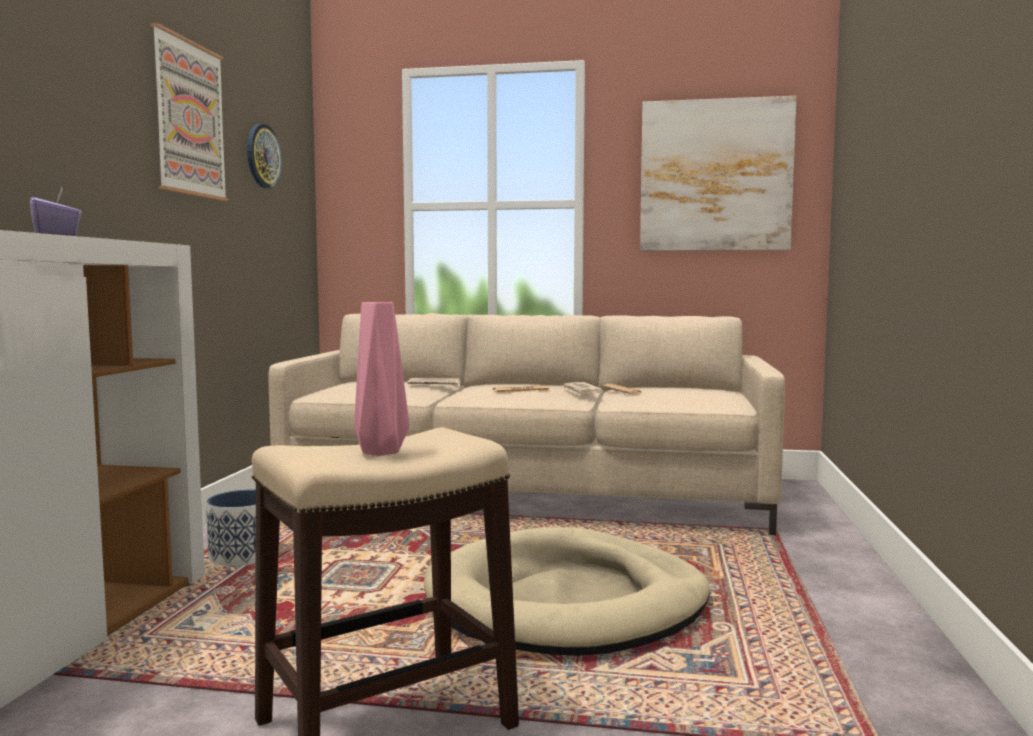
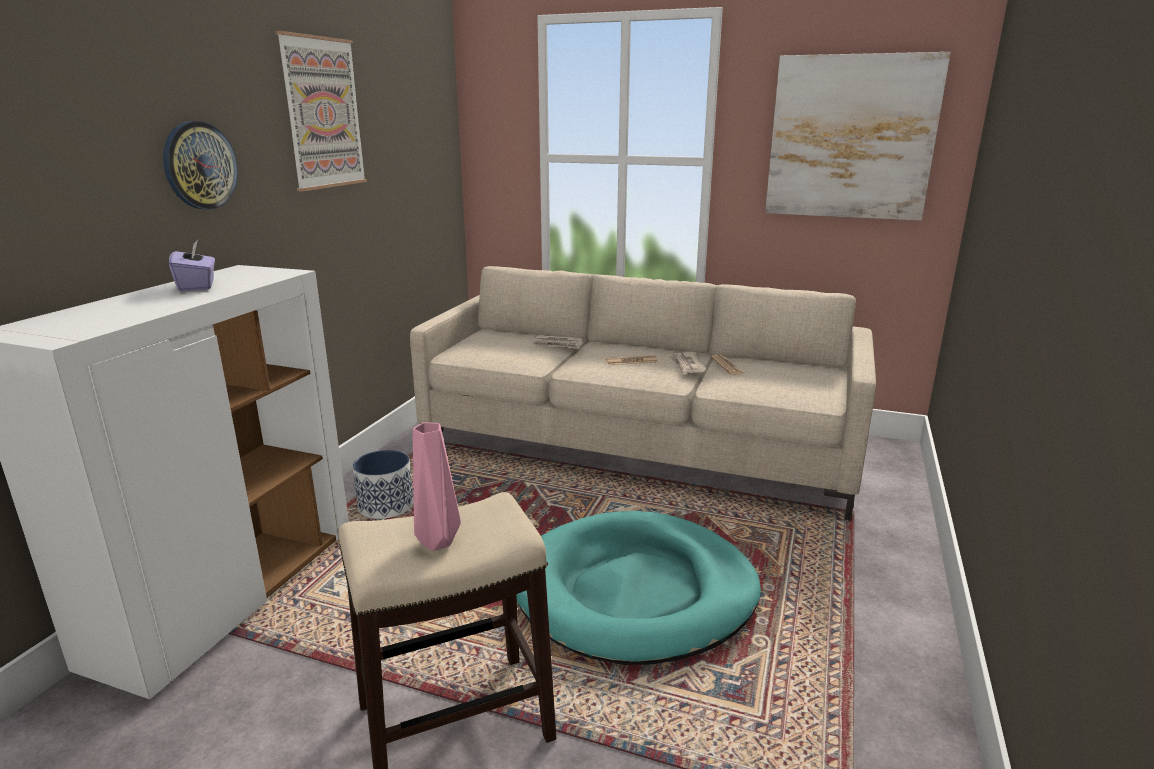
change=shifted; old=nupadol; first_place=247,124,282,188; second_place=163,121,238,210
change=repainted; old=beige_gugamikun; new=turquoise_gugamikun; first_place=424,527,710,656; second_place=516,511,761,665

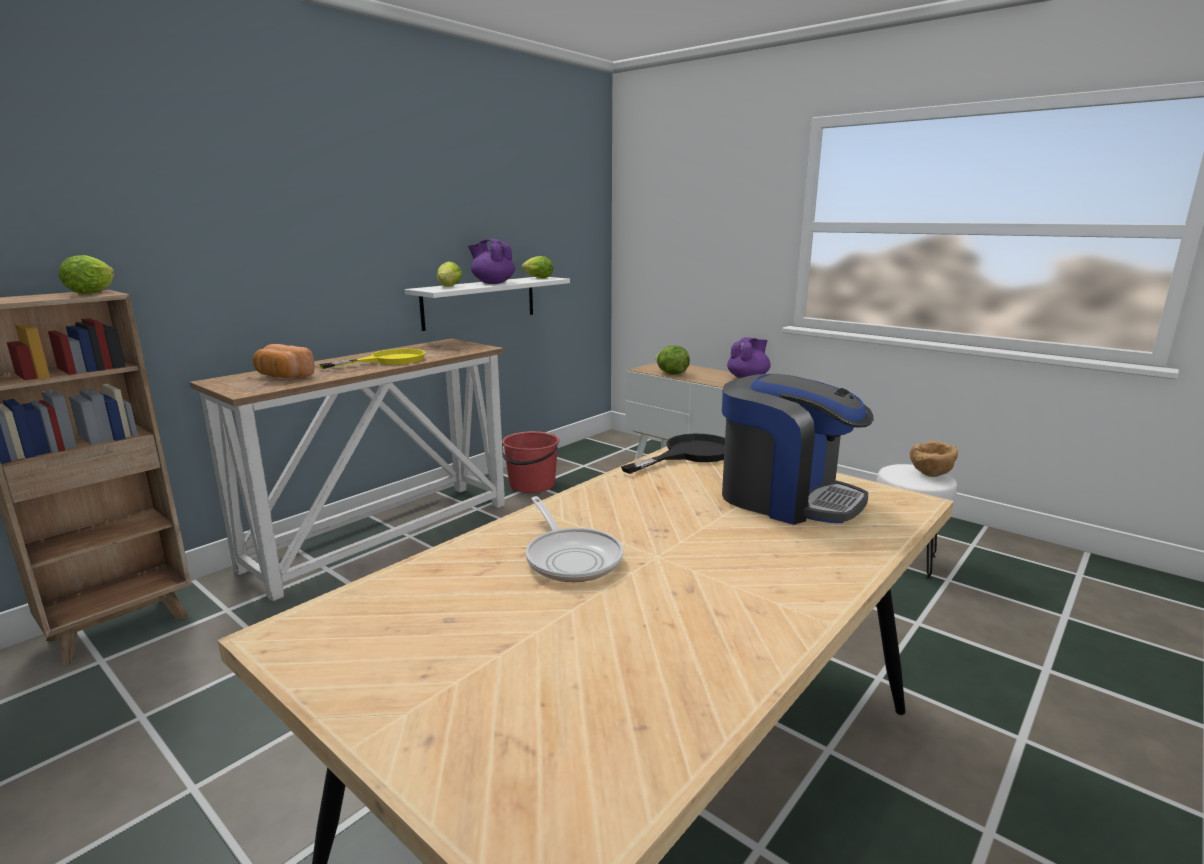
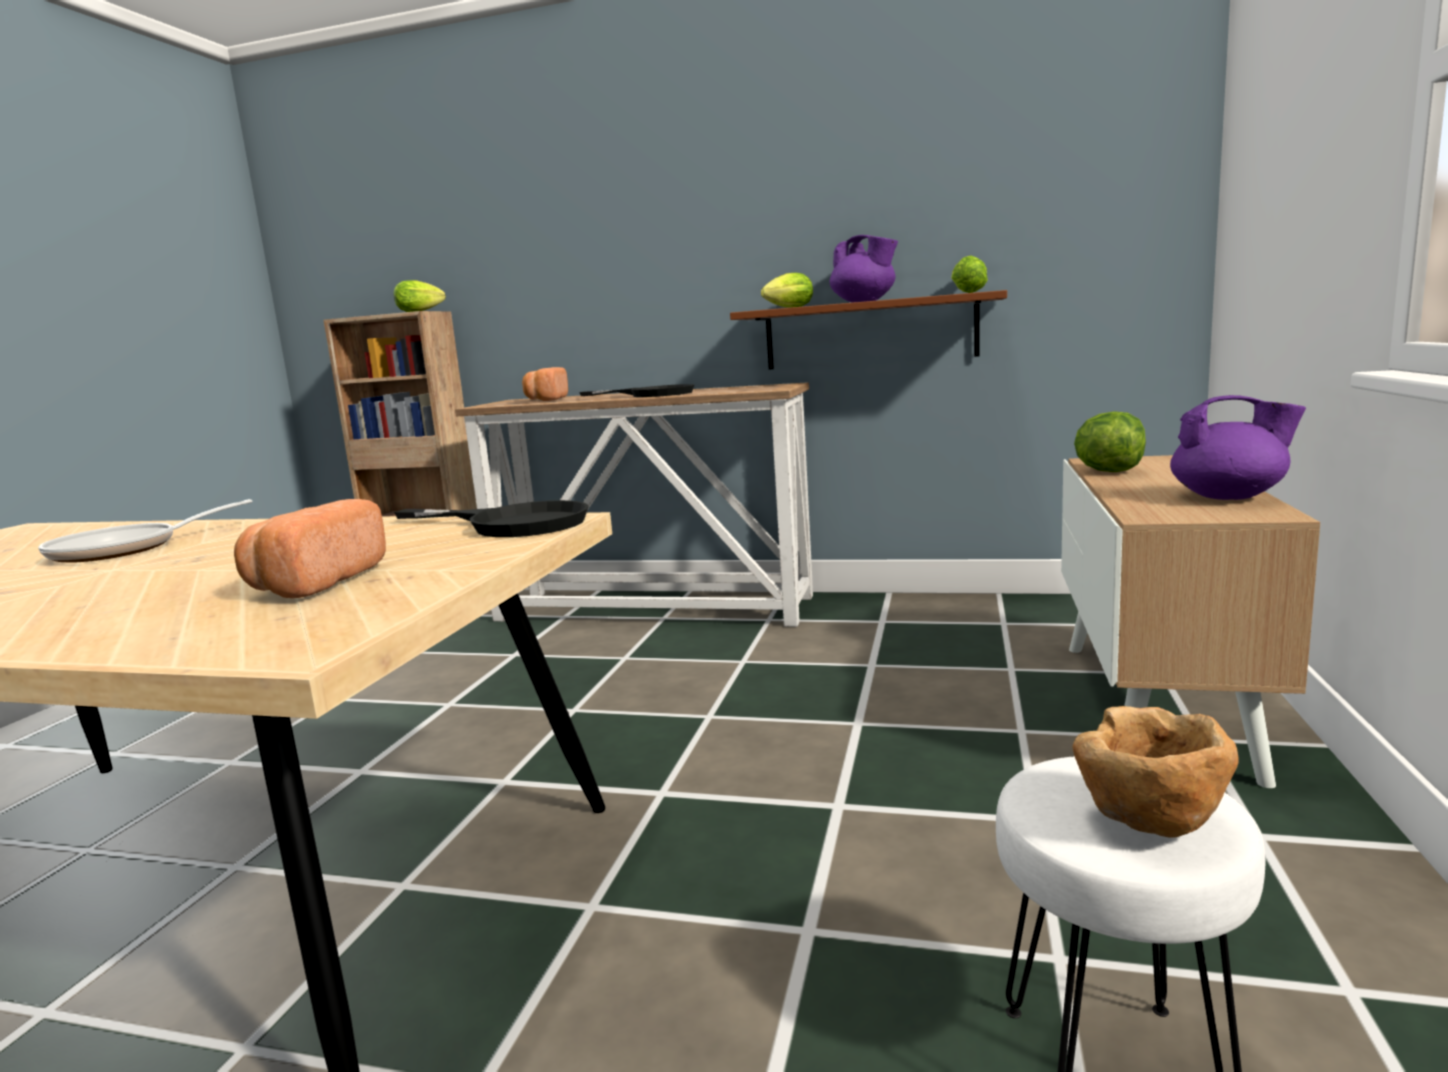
change=swapped; old=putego; new=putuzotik; first_place=722,374,874,525; second_place=234,499,386,598
change=repainted; old=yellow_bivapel; new=black_bivapel; first_place=319,349,425,369; second_place=579,384,694,397
change=repainted; old=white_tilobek; new=brown_tilobek; first_place=405,277,570,331; second_place=730,290,1007,370
change=rotated; old=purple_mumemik; first_place=468,239,515,284; second_place=830,235,898,303; degrees=135
change=gone; old=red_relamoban; first_place=502,431,560,493

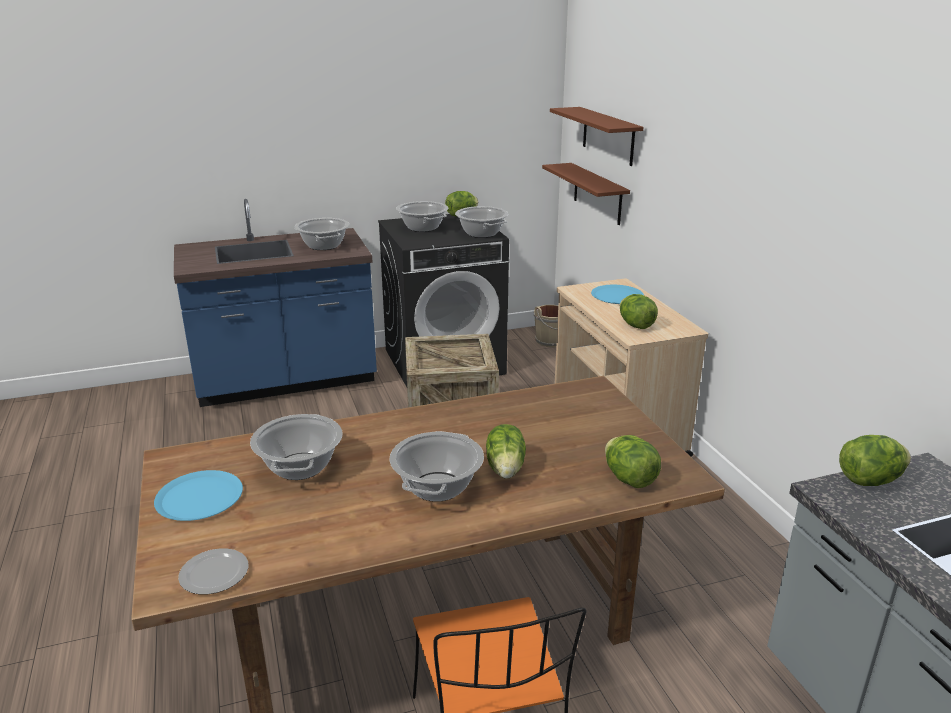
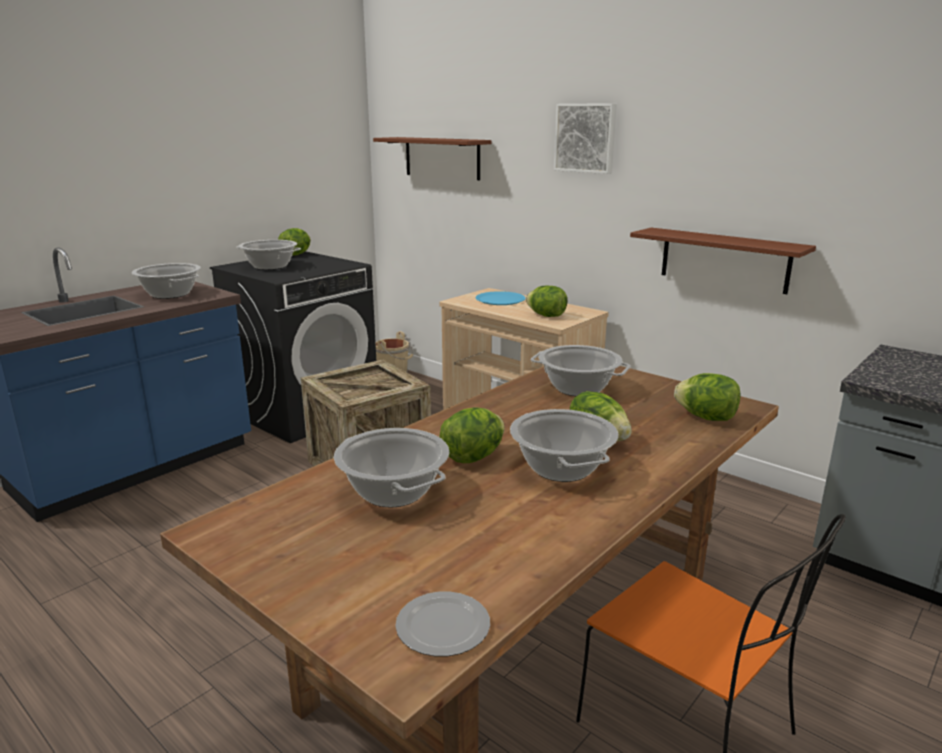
change=shifted; old=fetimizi; first_place=839,435,911,486; second_place=440,407,505,463
change=shifted; old=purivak; first_place=455,206,508,238; second_place=530,345,631,396
change=new; new=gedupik; second_place=554,103,617,174
change=shifted; old=brown_tilobek; first_place=542,163,630,225; second_place=630,228,816,294
change=gone; old=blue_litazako; first_place=154,470,243,521

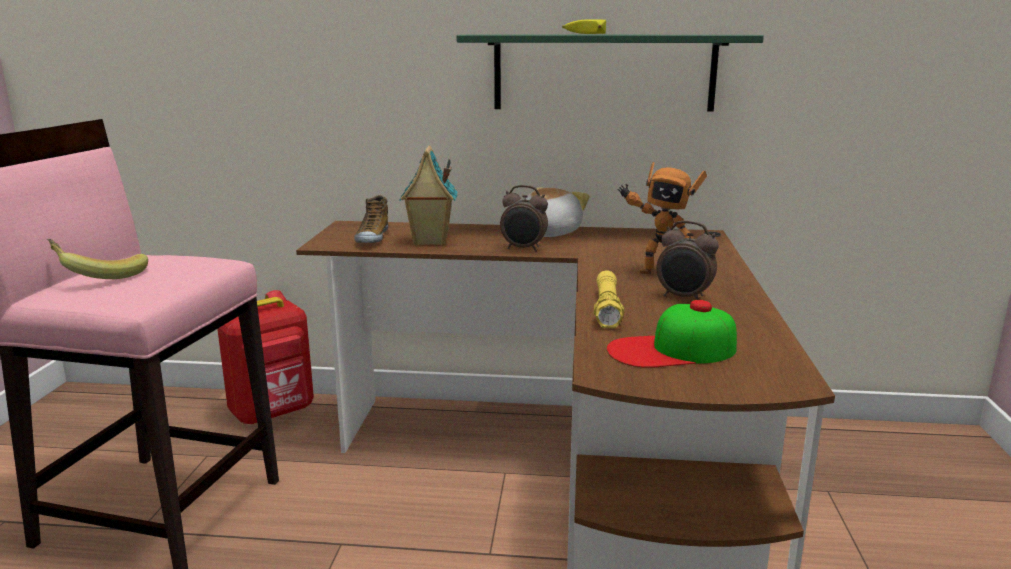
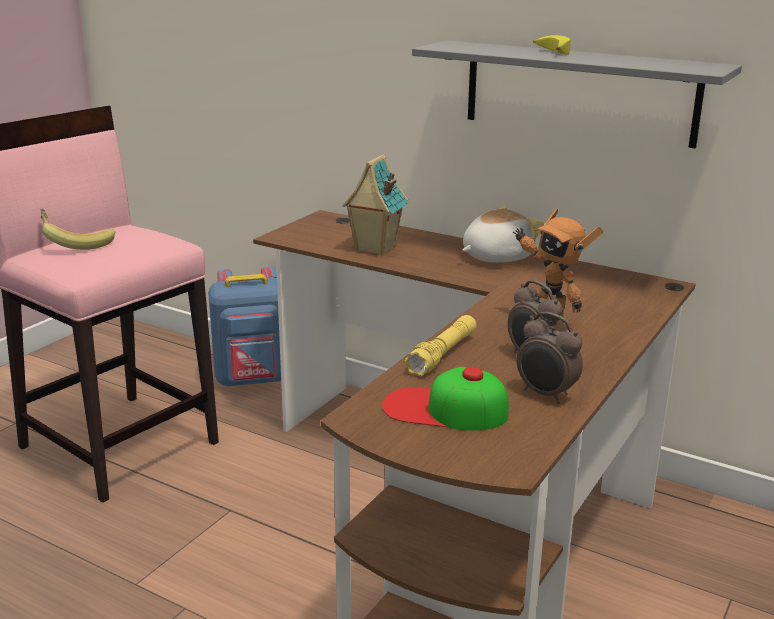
change=repainted; old=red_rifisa; new=blue_rifisa; first_place=217,290,314,425; second_place=208,266,281,387
change=repainted; old=green_tilobek; new=grey_tilobek; first_place=457,35,764,111; second_place=412,40,742,148
change=shifted; old=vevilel; first_place=500,185,548,252; second_place=517,312,583,404
change=gone; old=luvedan; first_place=354,195,388,243

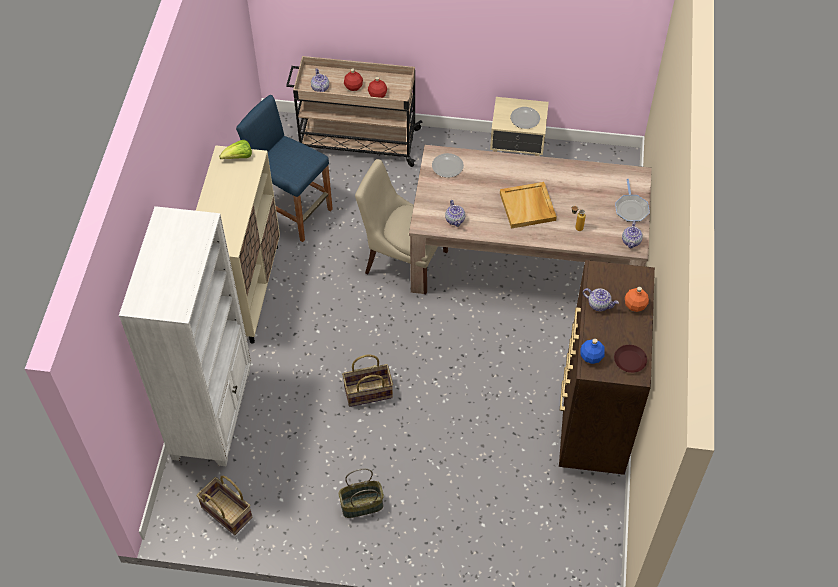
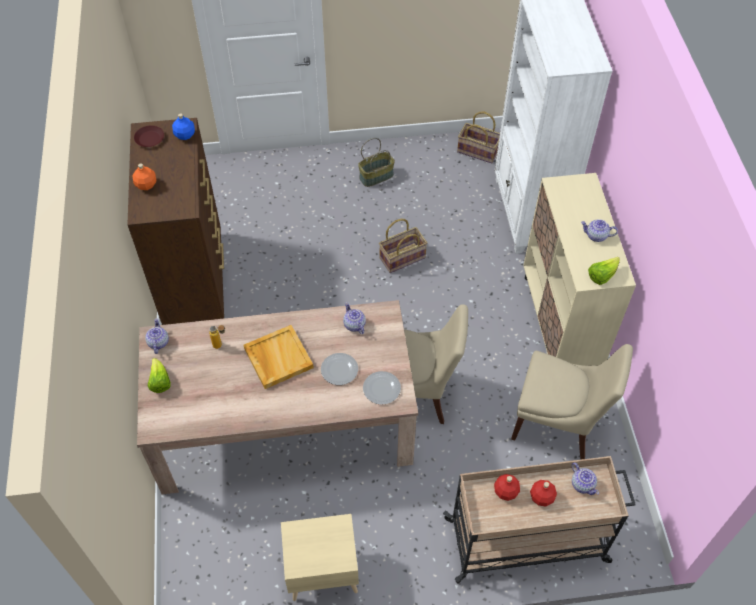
change=swapped; old=bivapel; new=fetimizi; first_place=615,179,650,222; second_place=148,358,171,393
change=shifted; old=litazako; first_place=510,107,540,129; second_place=321,353,358,385
change=swapped; old=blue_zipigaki; new=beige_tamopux; first_place=236,95,333,242; second_place=511,344,633,460
change=shifted; old=mumemik; first_place=583,288,619,311; second_place=581,219,618,242

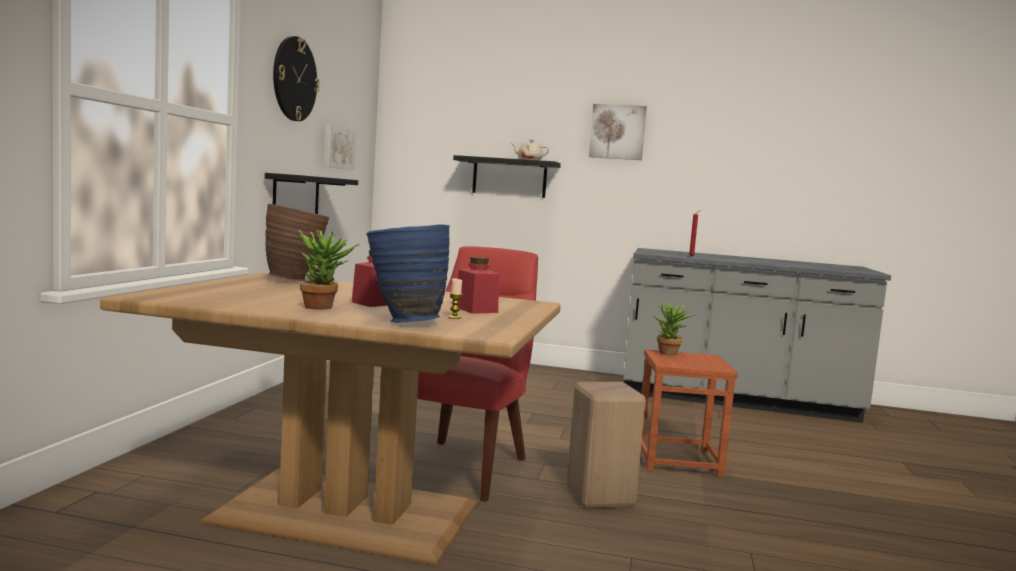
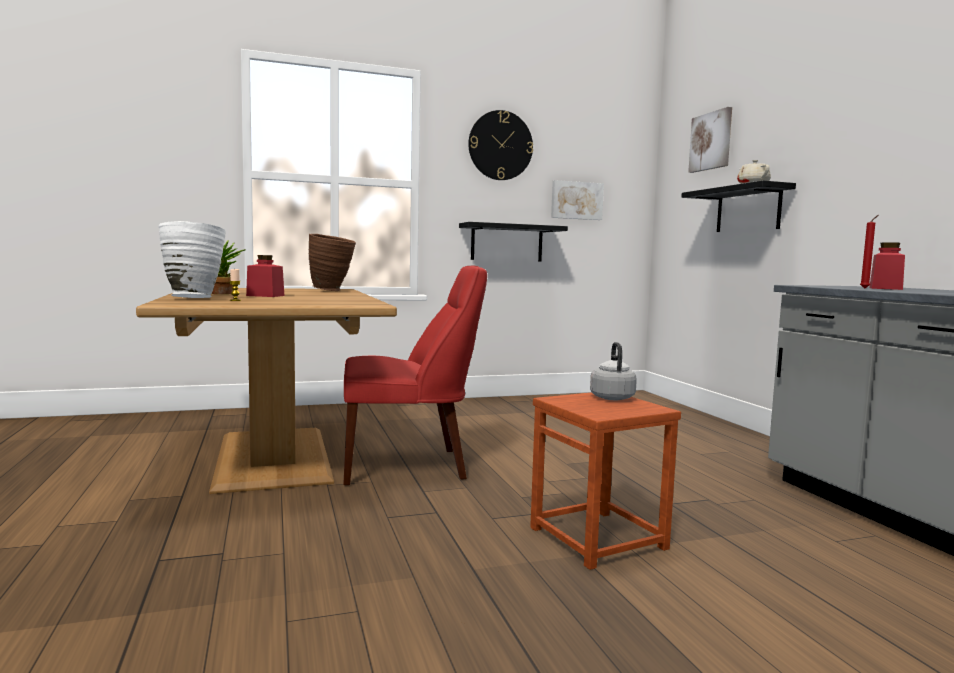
change=repainted; old=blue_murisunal; new=white_murisunal; first_place=366,224,450,323; second_place=159,221,225,298
change=swapped; old=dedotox; new=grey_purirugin; first_place=654,300,696,355; second_place=590,342,637,400
change=shifted; old=gedupik; first_place=589,104,647,160; second_place=688,107,732,173
change=shifted; old=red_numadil; first_place=458,257,499,314; second_place=869,242,905,290
change=gone; old=beige_zipigaki; first_place=567,382,646,508

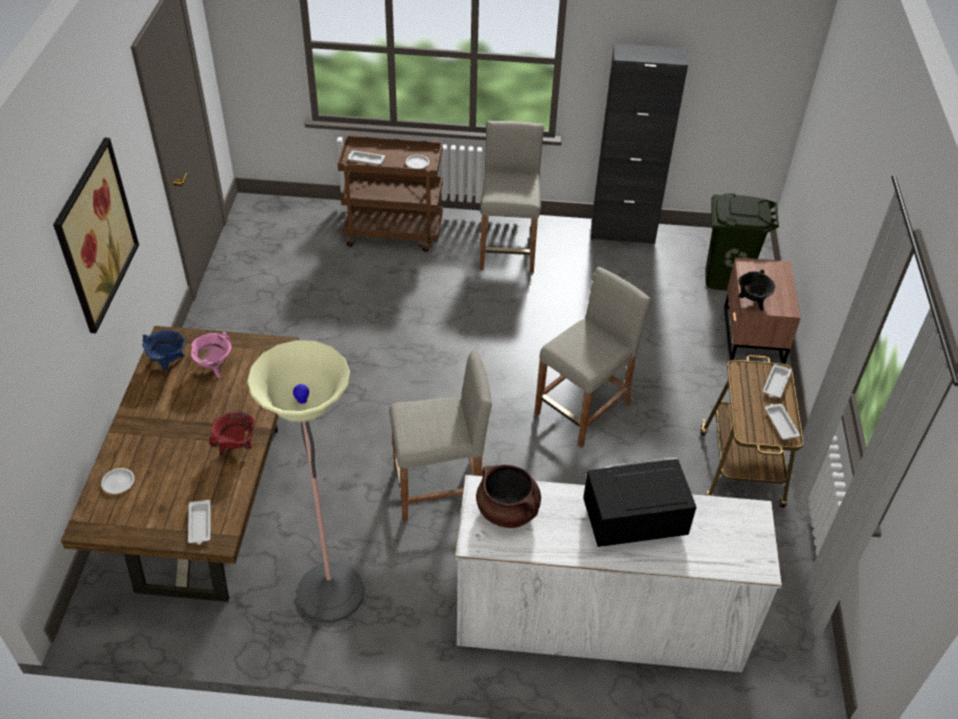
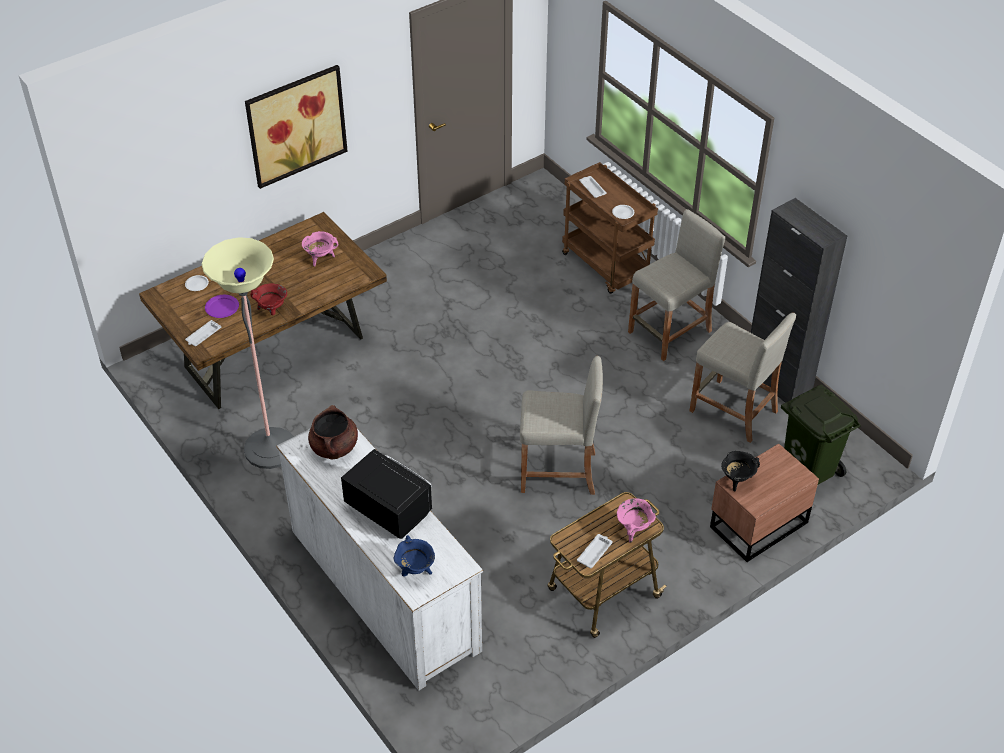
change=new; new=purple_litazako; second_place=205,295,239,318
change=shifted; old=blue_purivak; first_place=142,330,186,370; second_place=394,535,435,577
change=swapped; old=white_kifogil; new=pink_purivak; first_place=763,364,792,398; second_place=617,498,656,543
change=shifted; old=beige_zipigaki; first_place=389,350,492,522; second_place=689,312,796,443

